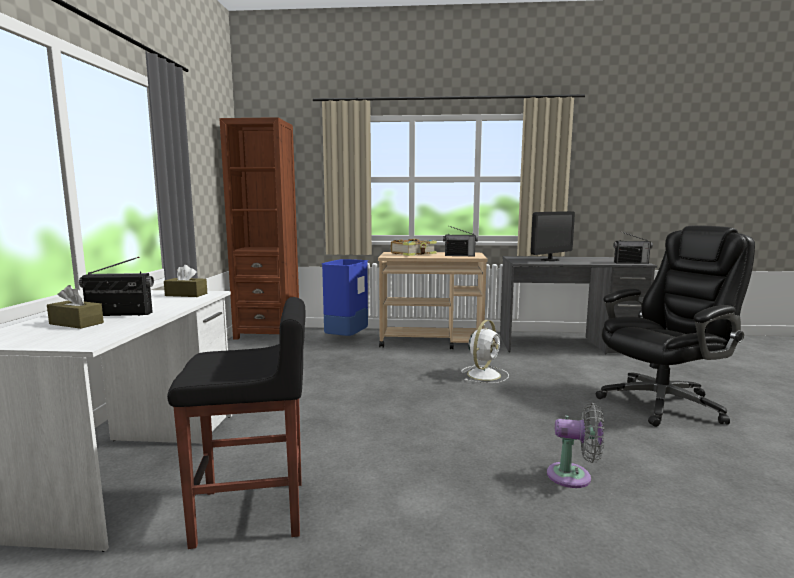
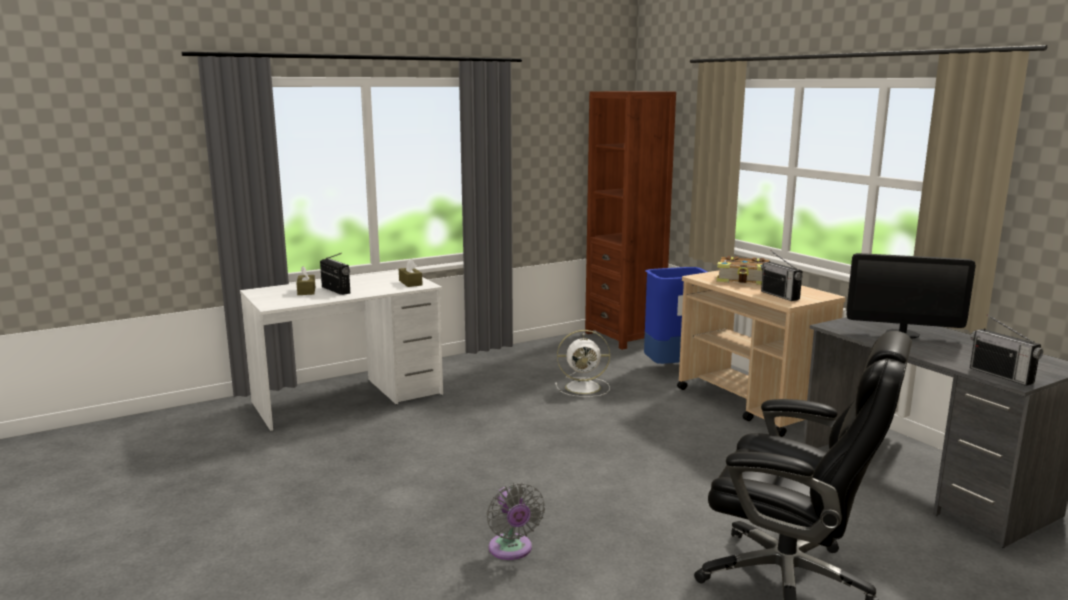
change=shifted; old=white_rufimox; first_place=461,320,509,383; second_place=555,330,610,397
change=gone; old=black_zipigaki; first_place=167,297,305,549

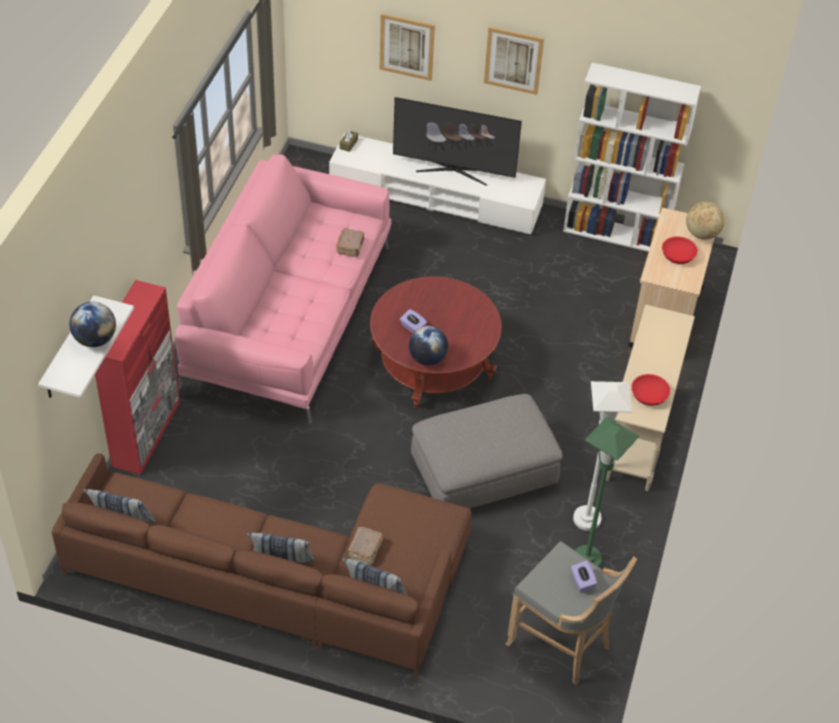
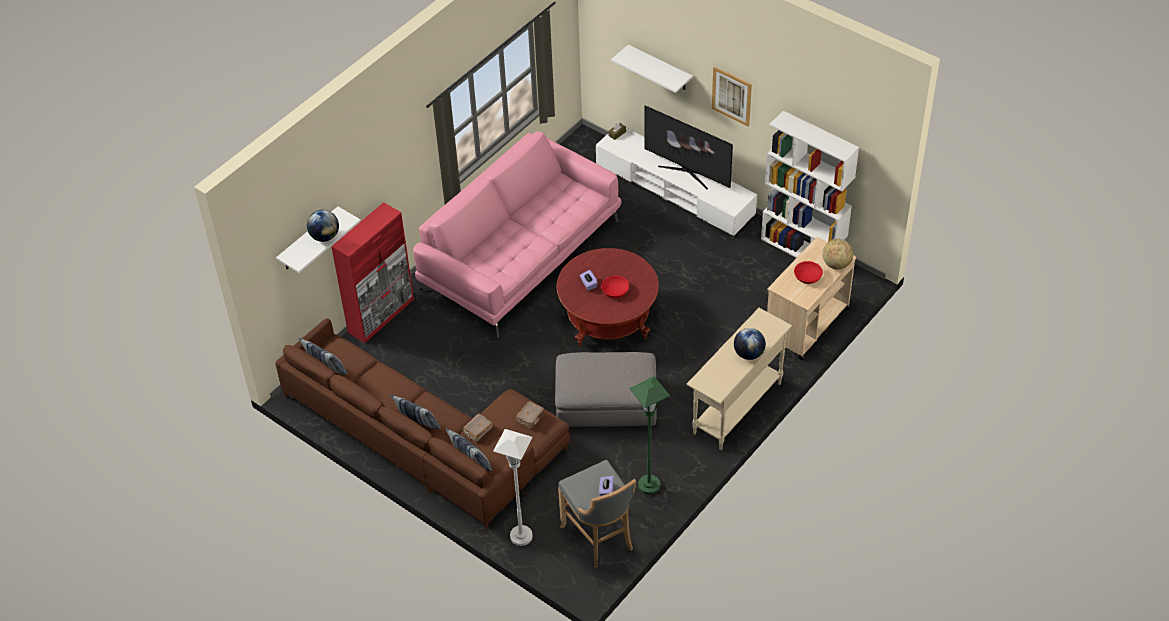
change=shifted; old=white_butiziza; first_place=573,381,632,531; second_place=493,429,533,546
change=shifted; old=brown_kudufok; first_place=336,228,365,257; second_place=516,401,545,429
change=shifted; old=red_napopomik; first_place=631,374,670,406; second_place=601,276,629,298
change=swapped; old=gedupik; new=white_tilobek; first_place=380,13,435,81; second_place=611,45,693,93
change=shifted; old=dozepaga; first_place=409,326,448,366; second_place=734,328,766,360

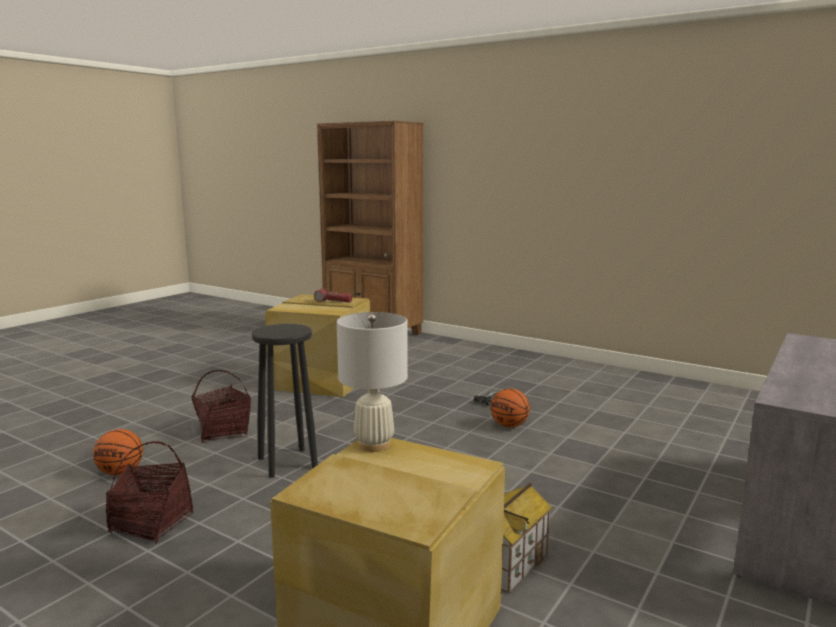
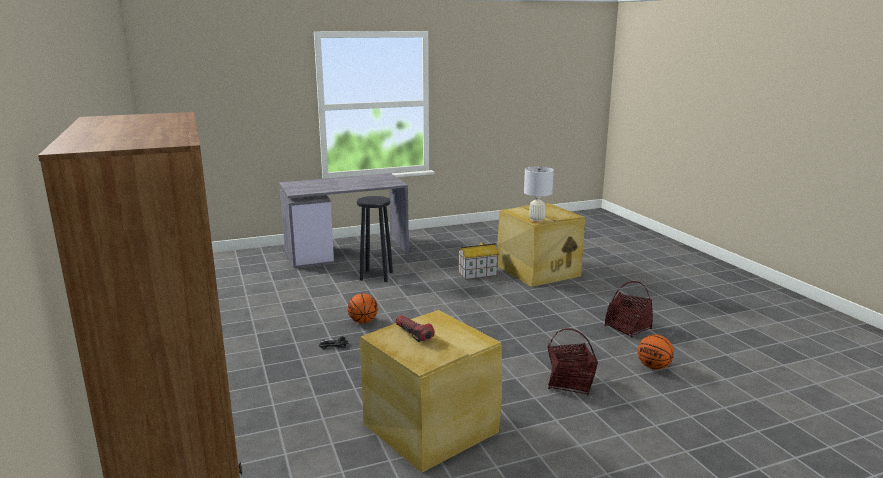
change=shifted; old=black_zipigaki; first_place=252,324,318,478; second_place=357,196,393,282

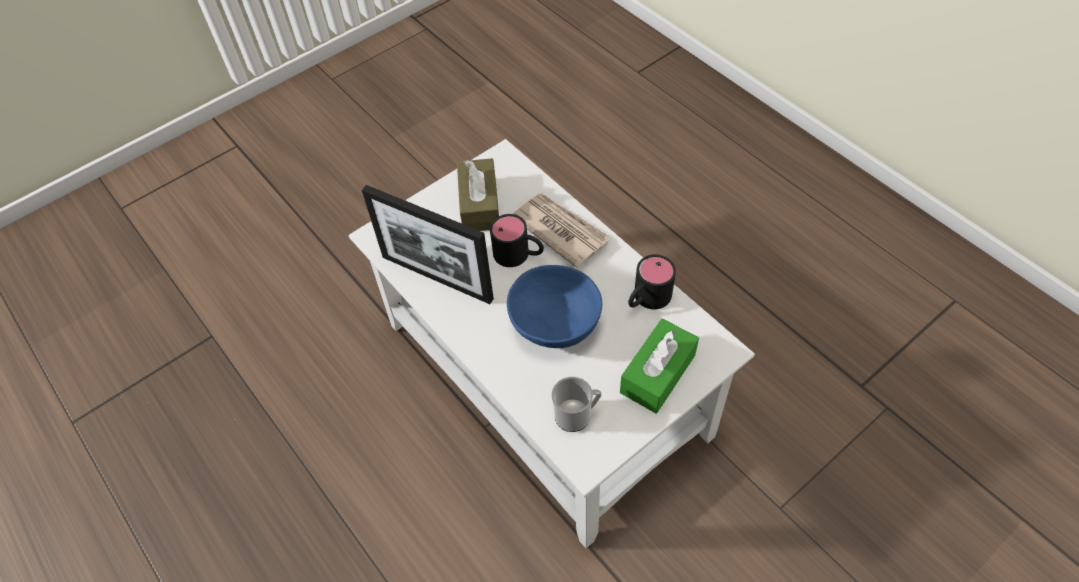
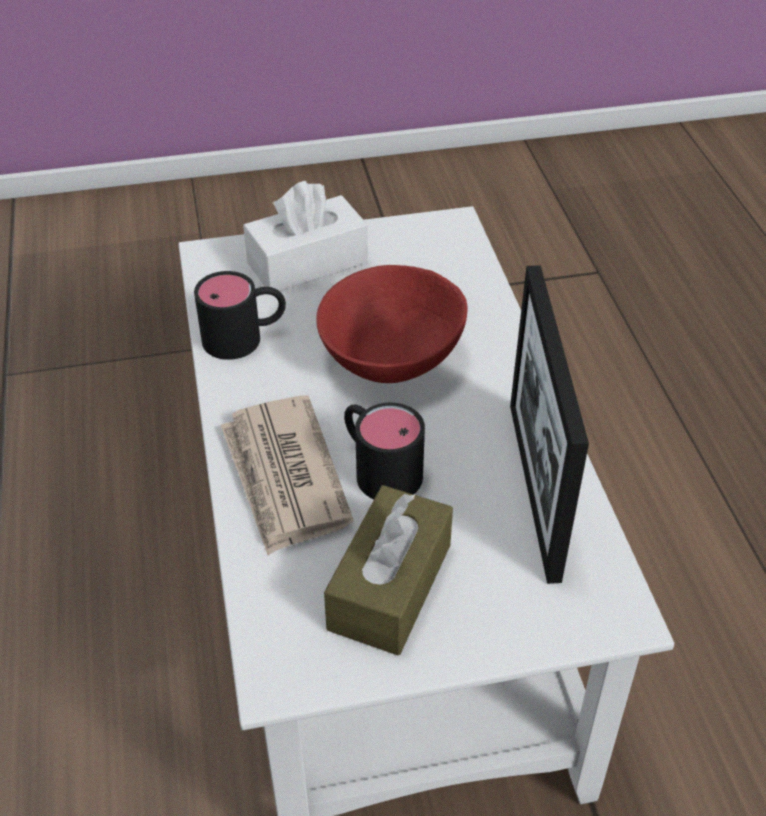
change=repainted; old=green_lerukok; new=white_lerukok; first_place=620,319,699,413; second_place=243,181,368,291
change=repainted; old=blue_napopomik; new=red_napopomik; first_place=507,265,602,348; second_place=316,265,468,383
change=rotated; old=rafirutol; first_place=362,185,494,304; second_place=510,265,589,584; degrees=-150
change=gone; old=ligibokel; first_place=552,377,602,432

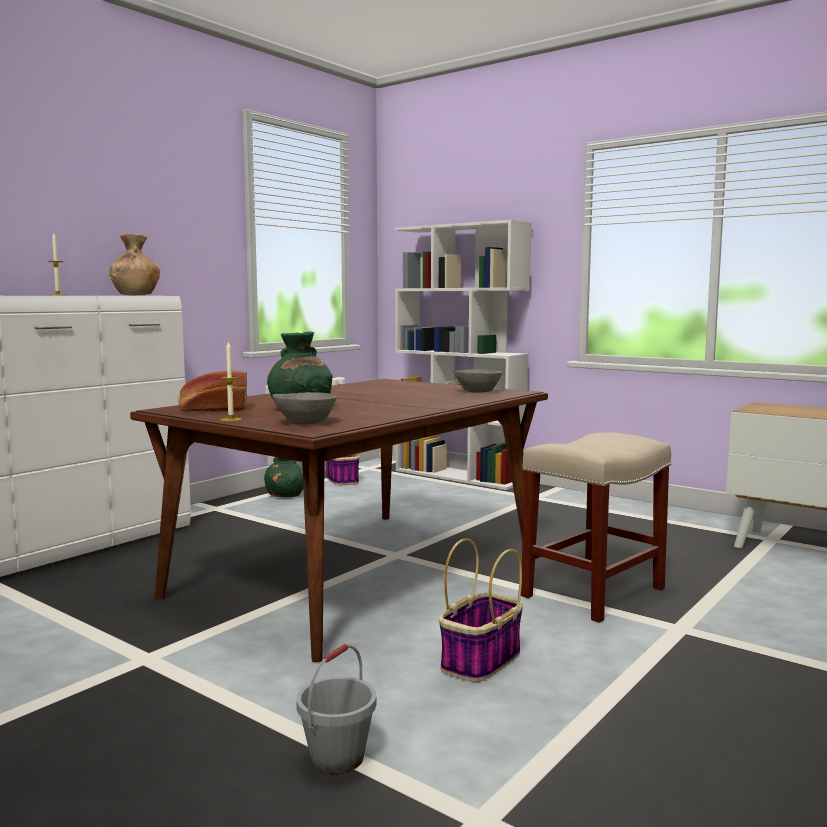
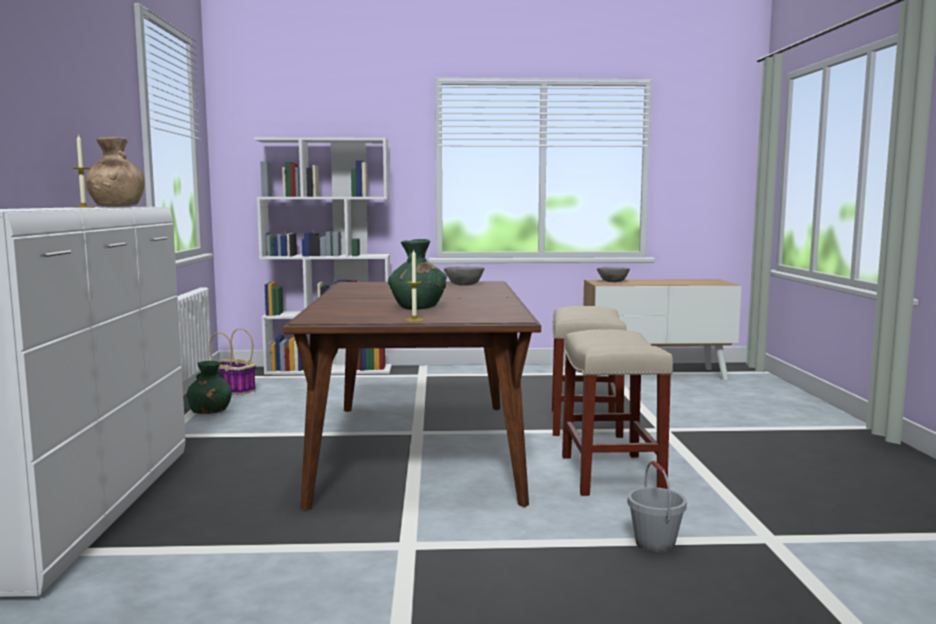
change=swapped; old=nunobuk; new=beige_zipigaki; first_place=439,538,523,682; second_place=562,329,673,496
change=shifted; old=grey_napopomik; first_place=272,392,337,424; second_place=597,267,630,282
change=gone; old=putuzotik; first_place=178,370,247,411

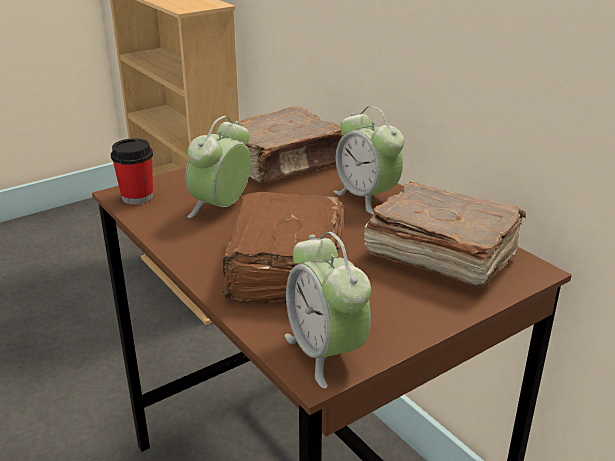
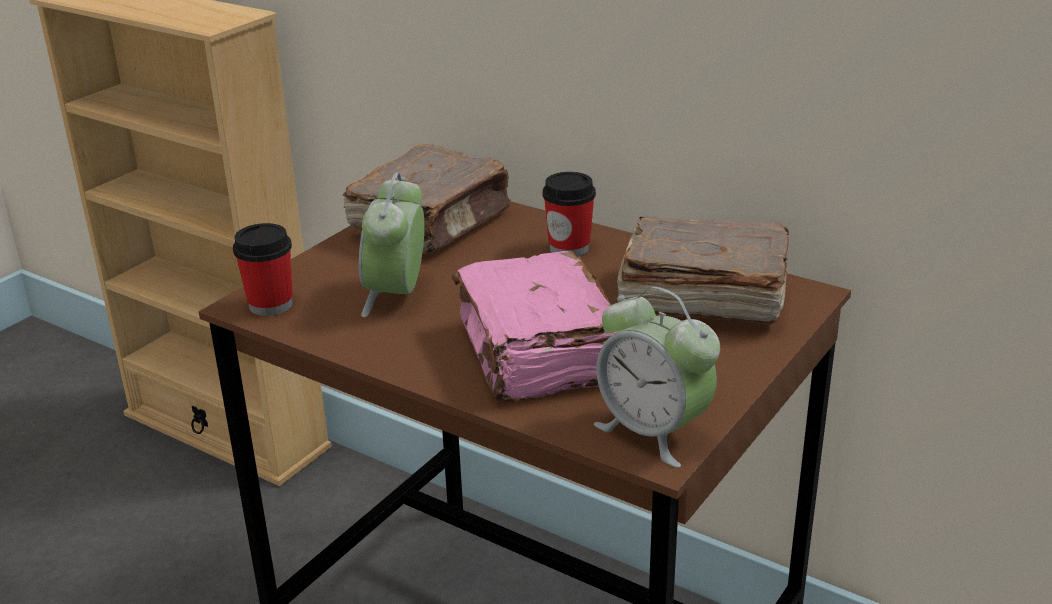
change=repainted; old=brown_kudufok; new=pink_kudufok; first_place=222,192,344,304; second_place=452,251,618,402
change=swapped; old=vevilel; new=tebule; first_place=333,106,404,215; second_place=543,172,596,257

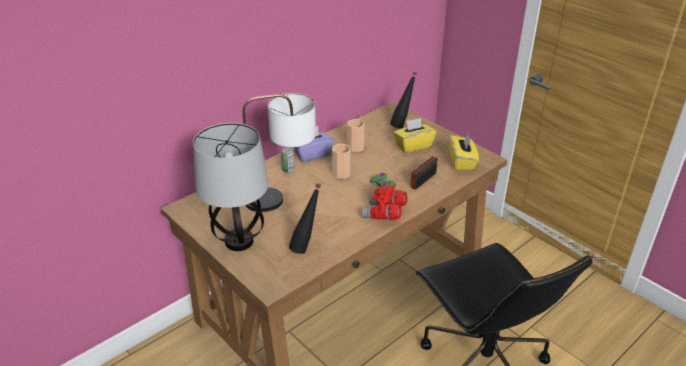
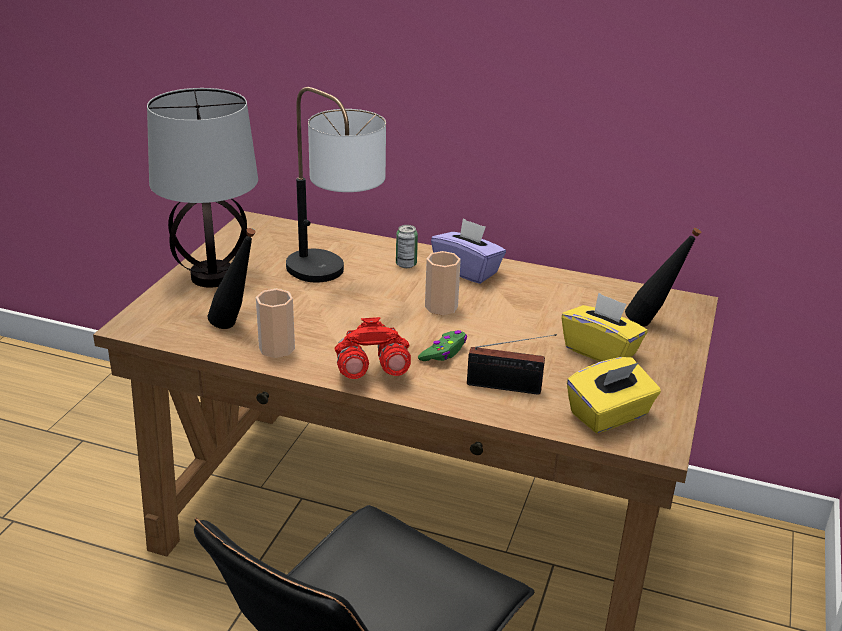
change=shifted; old=tebule; first_place=347,119,365,152; second_place=256,289,295,358

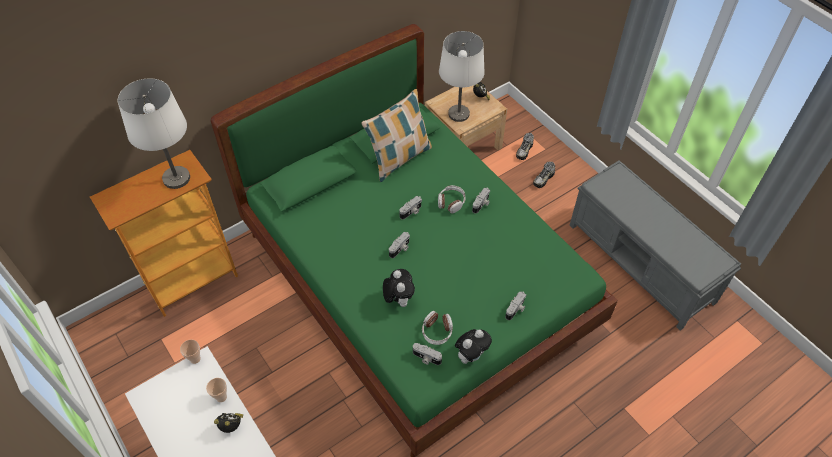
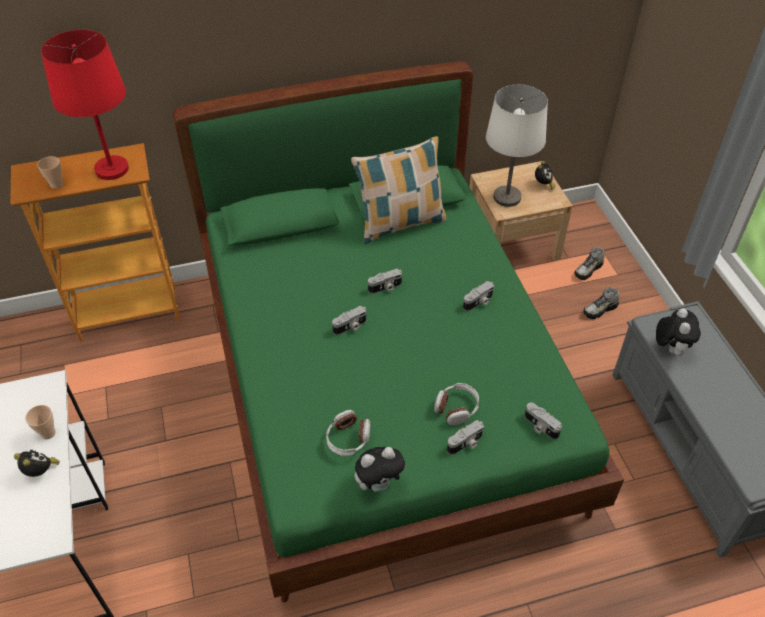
change=shifted; old=tebule; first_place=180,339,201,364; second_place=37,156,63,189
change=repainted; old=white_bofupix; new=red_bofupix; first_place=118,78,190,189; second_place=41,30,129,180
change=shifted; old=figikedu; first_place=438,185,466,213; second_place=434,383,479,425
change=shifted; old=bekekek; first_place=413,343,442,365; second_place=525,402,562,439
change=shifted; old=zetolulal; first_place=383,269,415,307; second_place=656,308,701,356

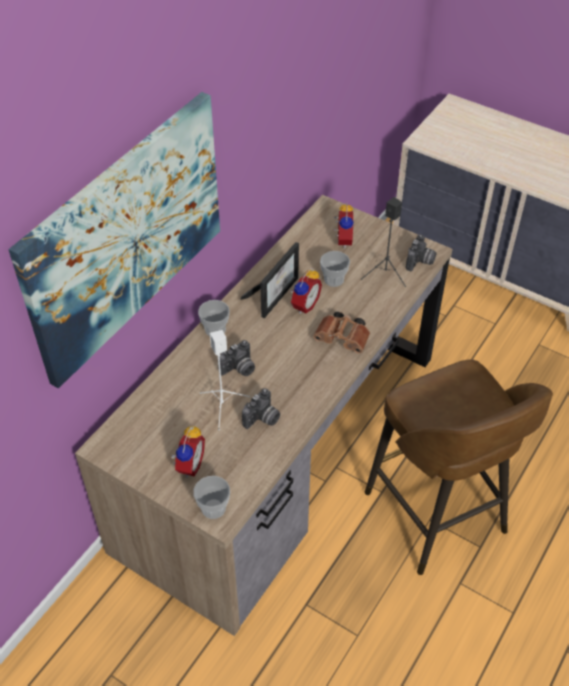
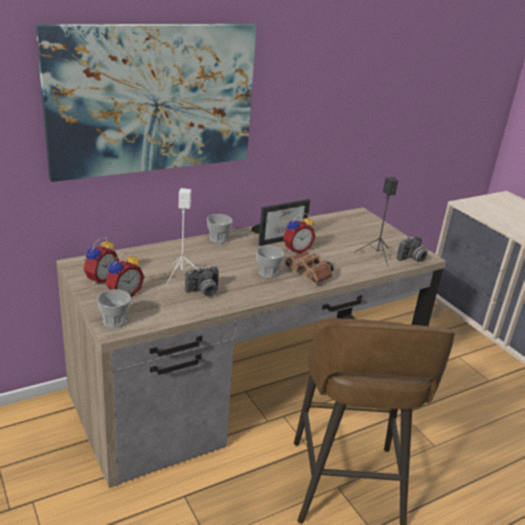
change=shifted; old=vevilel; first_place=334,202,354,249; second_place=83,237,119,285
change=shifted; old=tebule; first_place=320,251,350,287; second_place=256,246,284,278
change=gone; old=bekekek; first_place=218,340,255,376

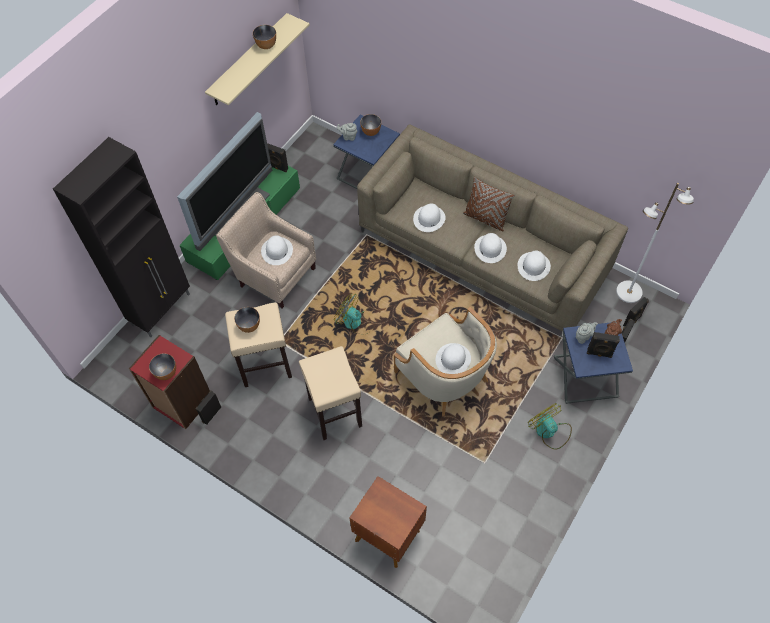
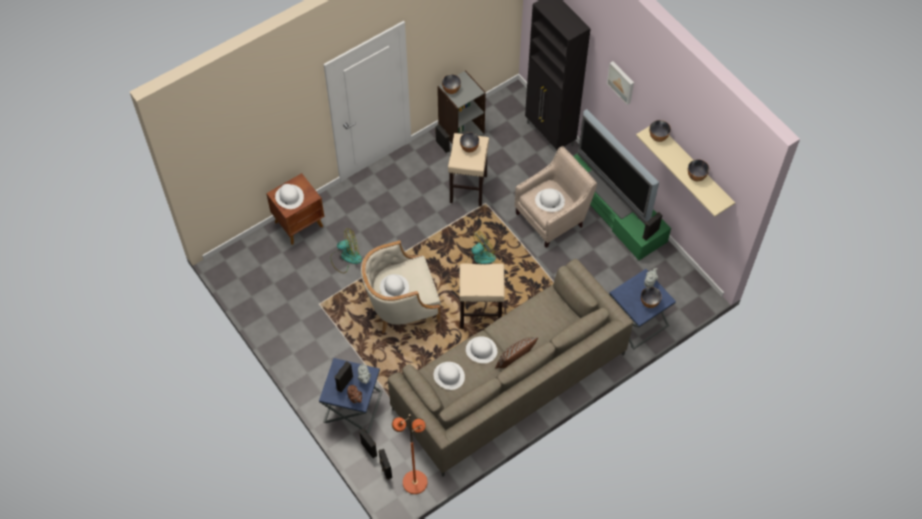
change=shifted; old=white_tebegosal; first_place=413,204,446,232; second_place=275,184,304,209
change=shifted; old=rufimox; first_place=528,403,572,450; second_place=330,229,362,273
change=repainted; old=white_butiziza; new=orange_butiziza; first_place=616,183,694,303; second_place=392,414,428,494
change=repainted; old=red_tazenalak; new=grey_tazenalak; first_place=129,335,210,429; second_place=437,70,486,143
change=shifted; old=beige_zipigaki; first_place=299,346,362,440; second_place=459,263,505,329
change=new; new=gedupik; second_place=607,61,634,105
change=new; new=napopomik; second_place=650,120,671,142

